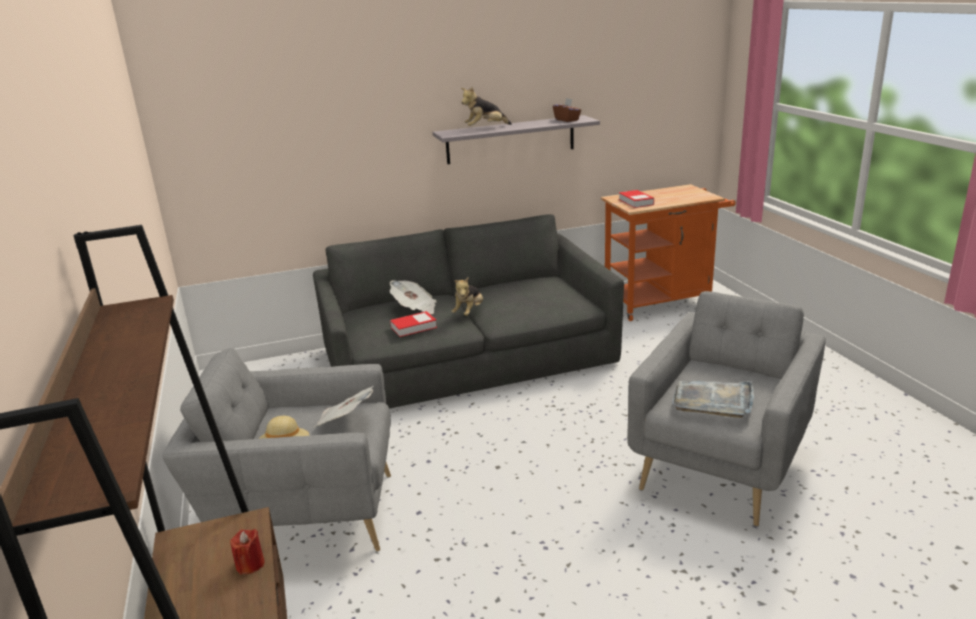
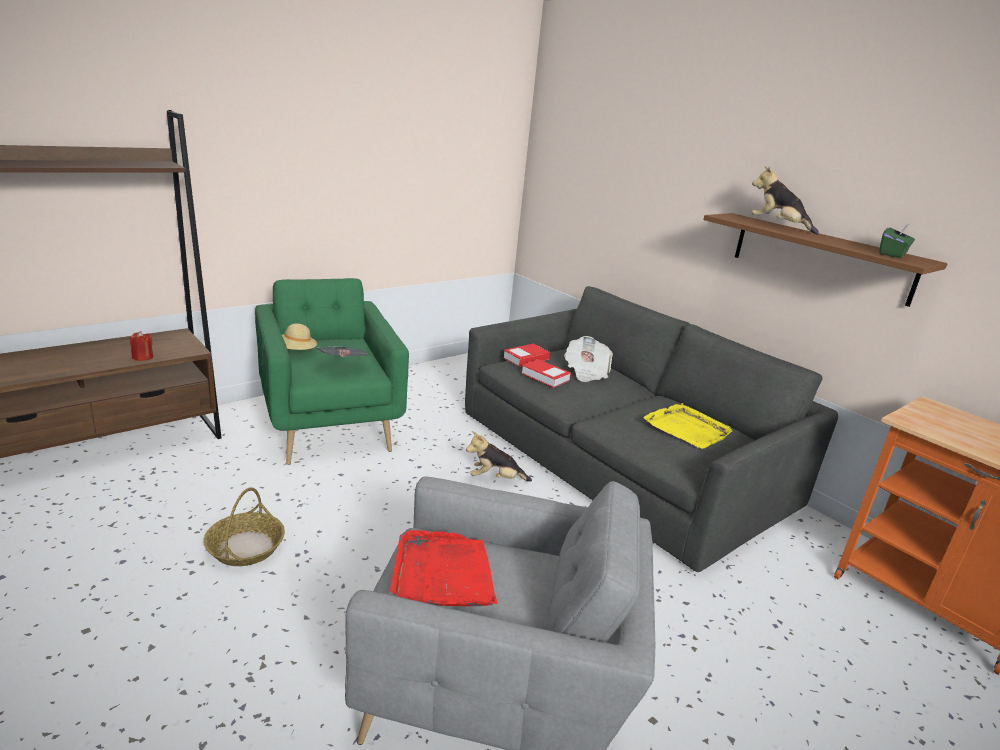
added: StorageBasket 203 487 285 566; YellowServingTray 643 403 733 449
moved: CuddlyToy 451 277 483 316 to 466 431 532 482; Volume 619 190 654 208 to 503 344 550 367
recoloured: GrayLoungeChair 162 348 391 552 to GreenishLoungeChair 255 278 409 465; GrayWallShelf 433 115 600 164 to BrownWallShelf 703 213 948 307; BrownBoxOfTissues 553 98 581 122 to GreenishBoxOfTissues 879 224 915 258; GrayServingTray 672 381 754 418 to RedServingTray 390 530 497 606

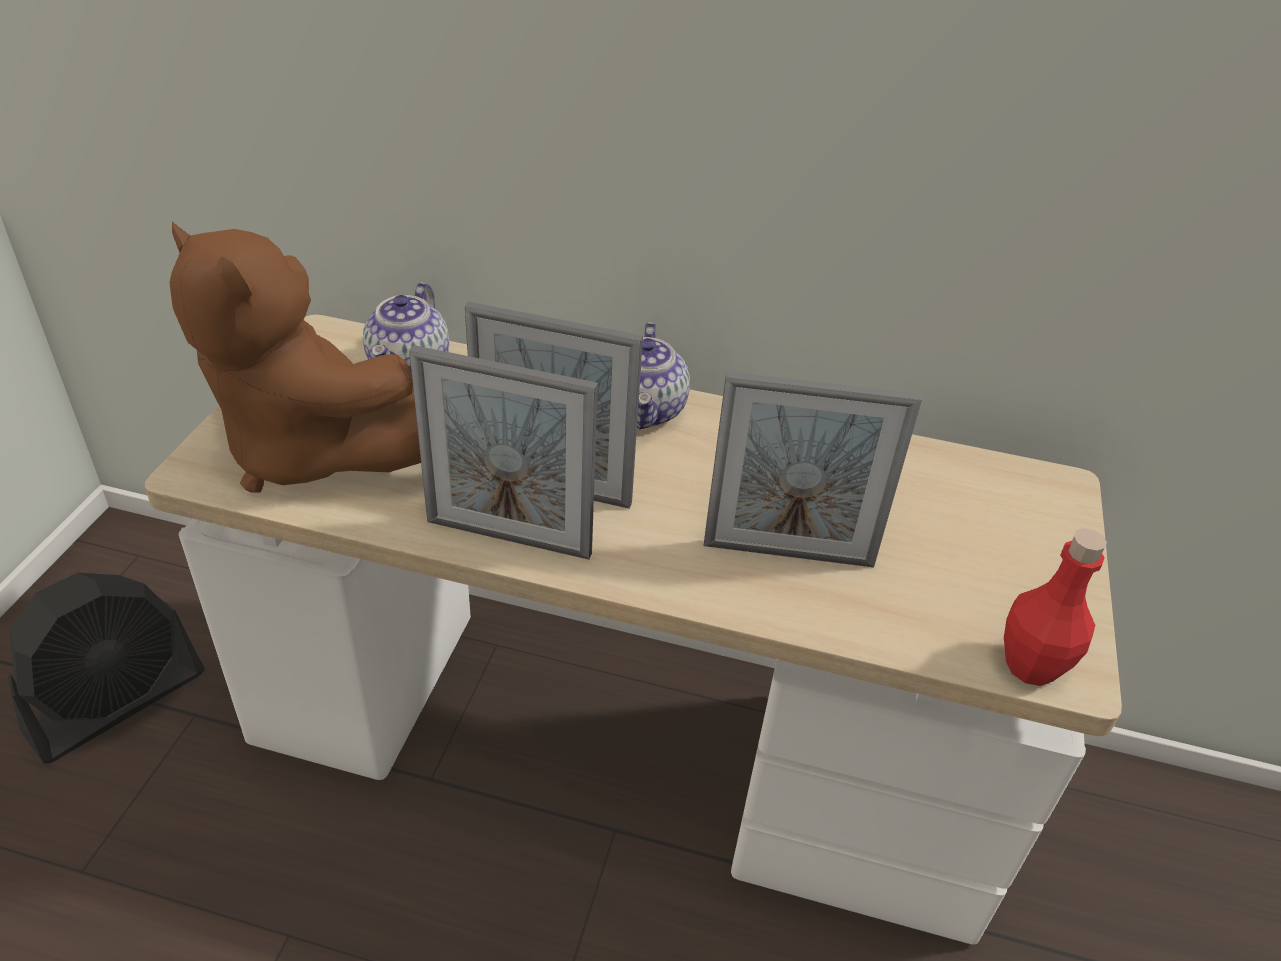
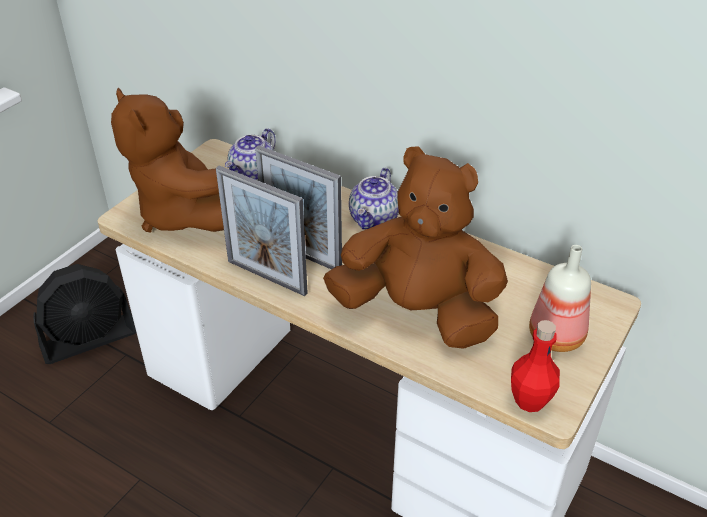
added: Bottle 529 245 591 352
replaced: PhotoFrame 704 371 922 567 to BrownCuddlyToy 323 146 508 349

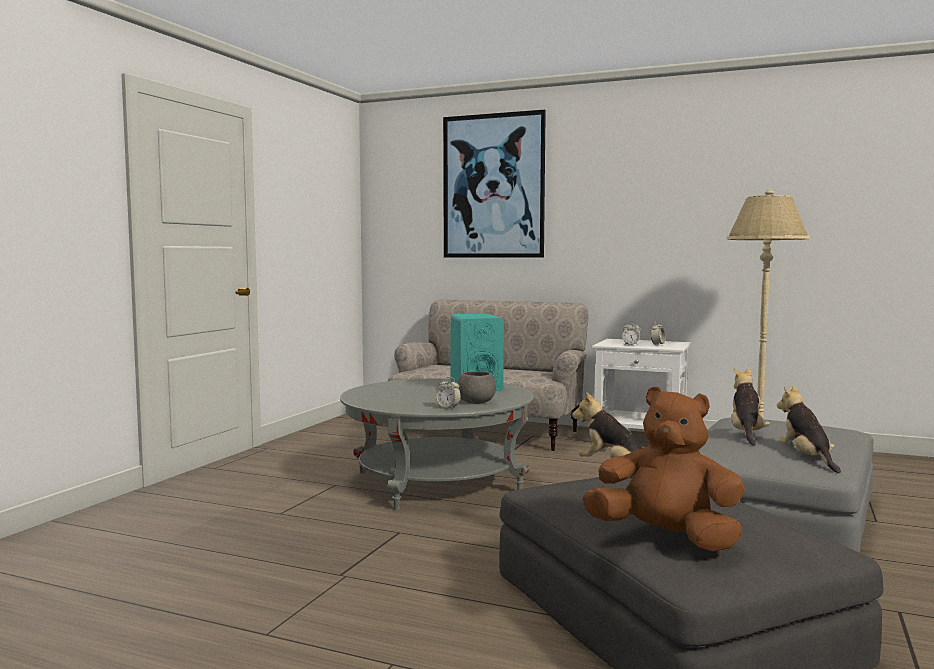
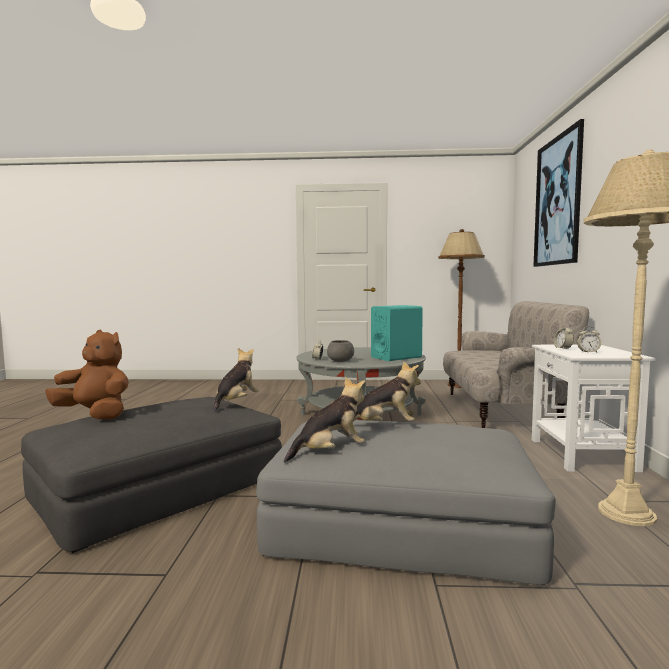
added: BrownStandardLamp 438 229 485 388
turned: BrownCuddlyToy 582 387 745 551 = 45 330 129 420 75 degrees counterclockwise

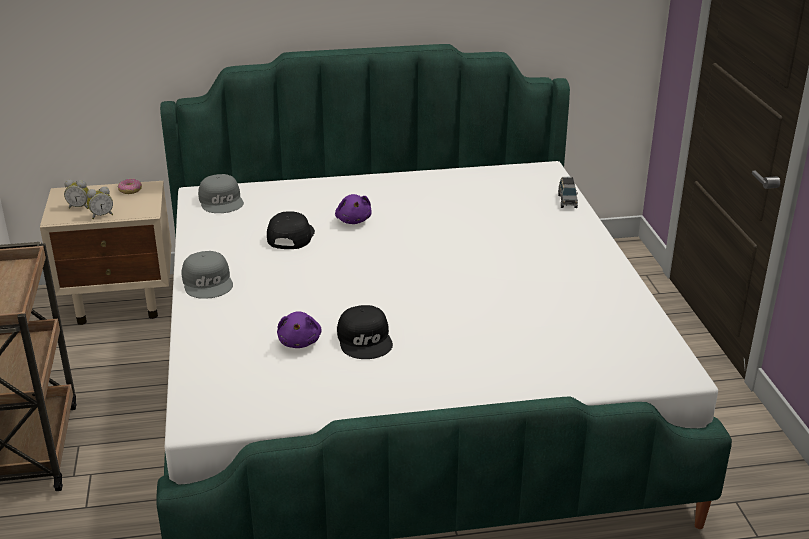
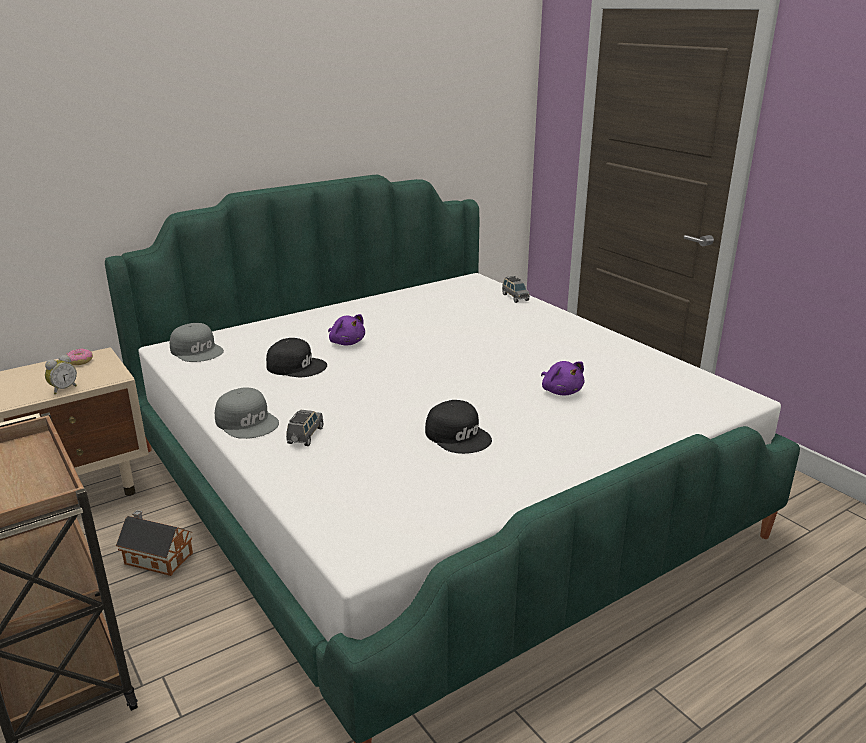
removed: AlarmClock 64 180 89 209
added: ToyHouse 116 510 193 576; GrayMiniatureCar 286 409 323 446
moved: PurpleColouredCuddlyToy 277 311 322 348 to 541 361 585 395
turned: BlackBaseballCap 267 211 315 249 = 266 338 327 377 120 degrees clockwise

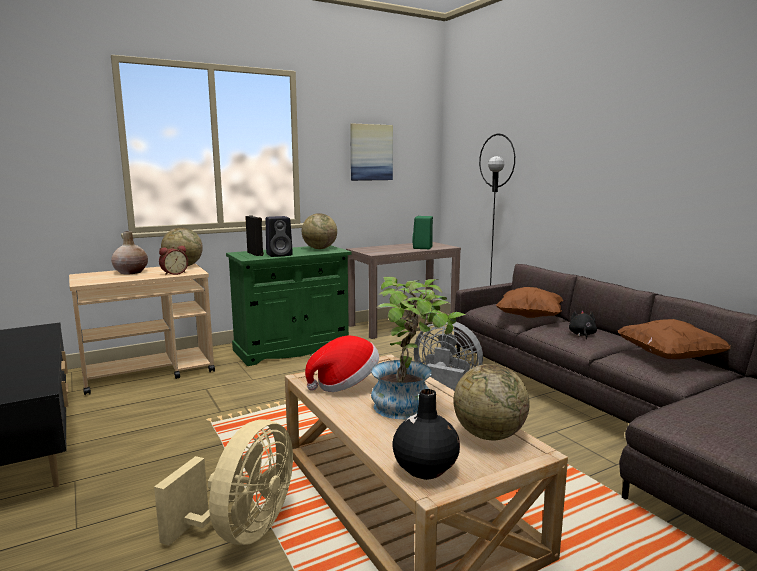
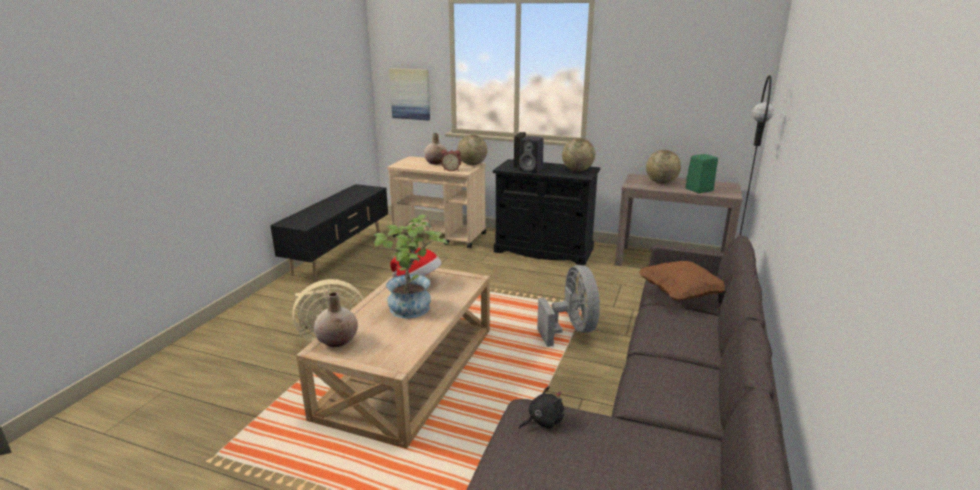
removed: BrownCushion 618 319 730 359
moved: WallArt 350 123 393 181 to 389 68 430 121; WorldGlobe 453 364 530 440 to 646 150 681 184; BlackCuddlyToy 569 311 597 339 to 519 386 564 429
recoloured: GreenishCabinet 226 245 352 366 to BlackCabinet 493 159 600 266; BlackVase 392 389 460 480 to BeigeColouredVase 314 292 358 347

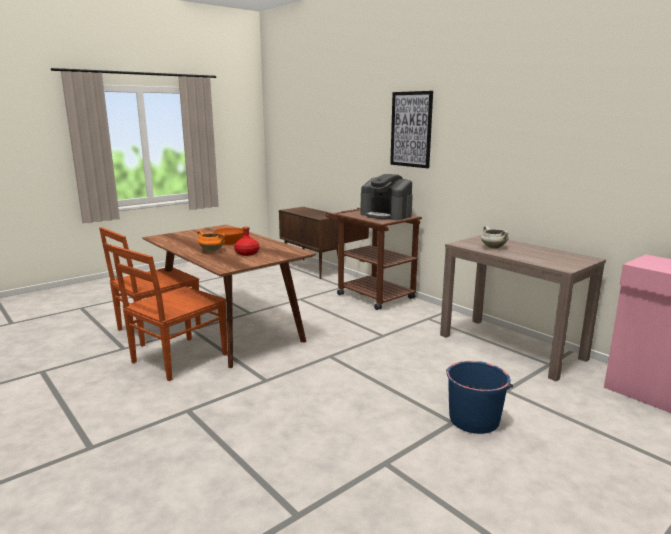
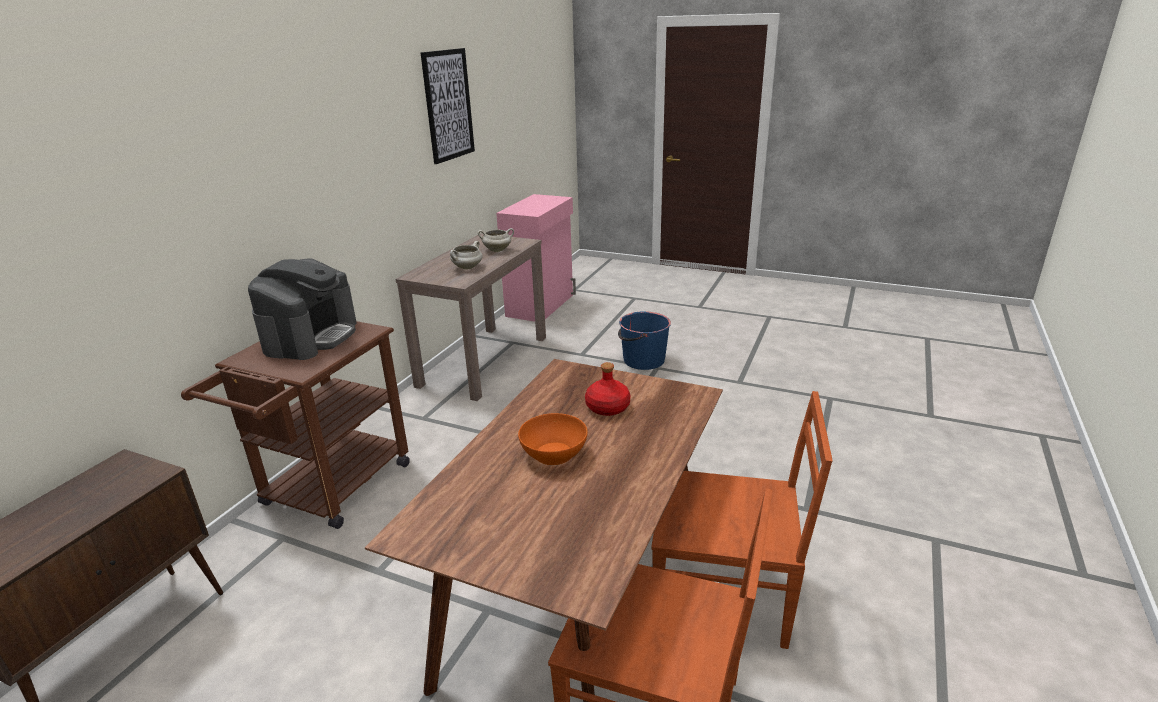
removed: OrangeColouredStockpot 197 231 225 252
added: WhiteStockpot 478 228 514 252
moved: WallArt 390 91 433 168 to 421 48 475 164

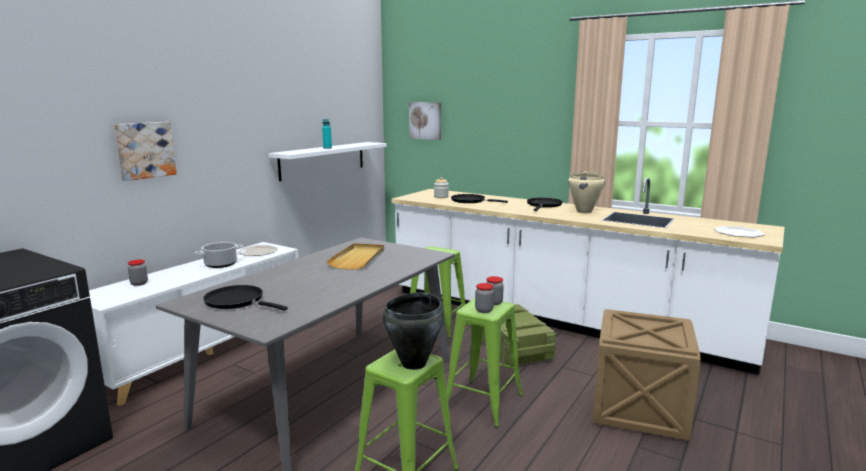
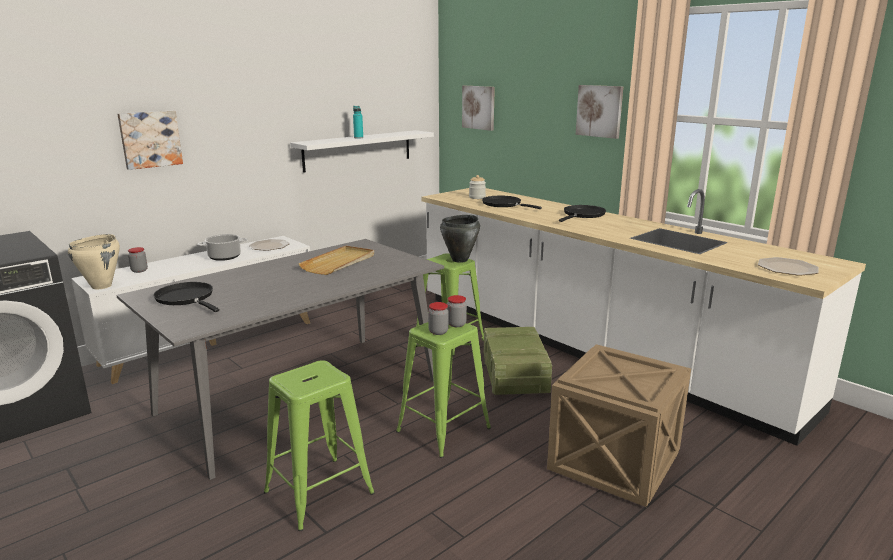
added: WallArt 576 85 623 139
moved: BlackStockpot 383 292 444 370 to 440 215 480 263; BeigeColouredStockpot 568 171 605 213 to 68 234 120 289

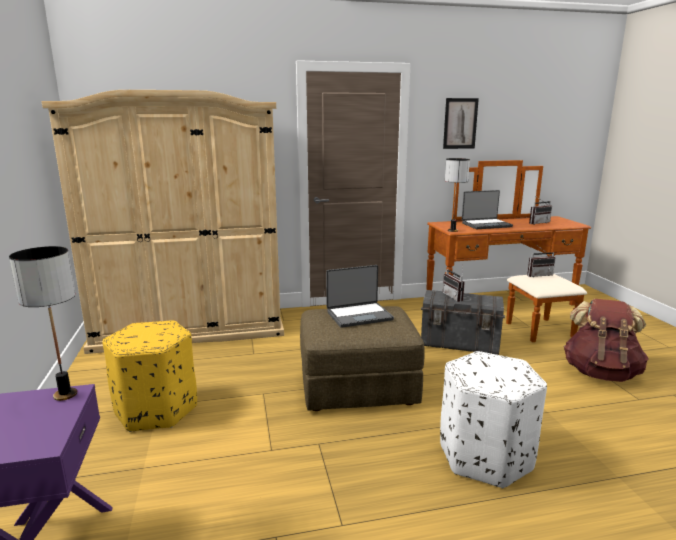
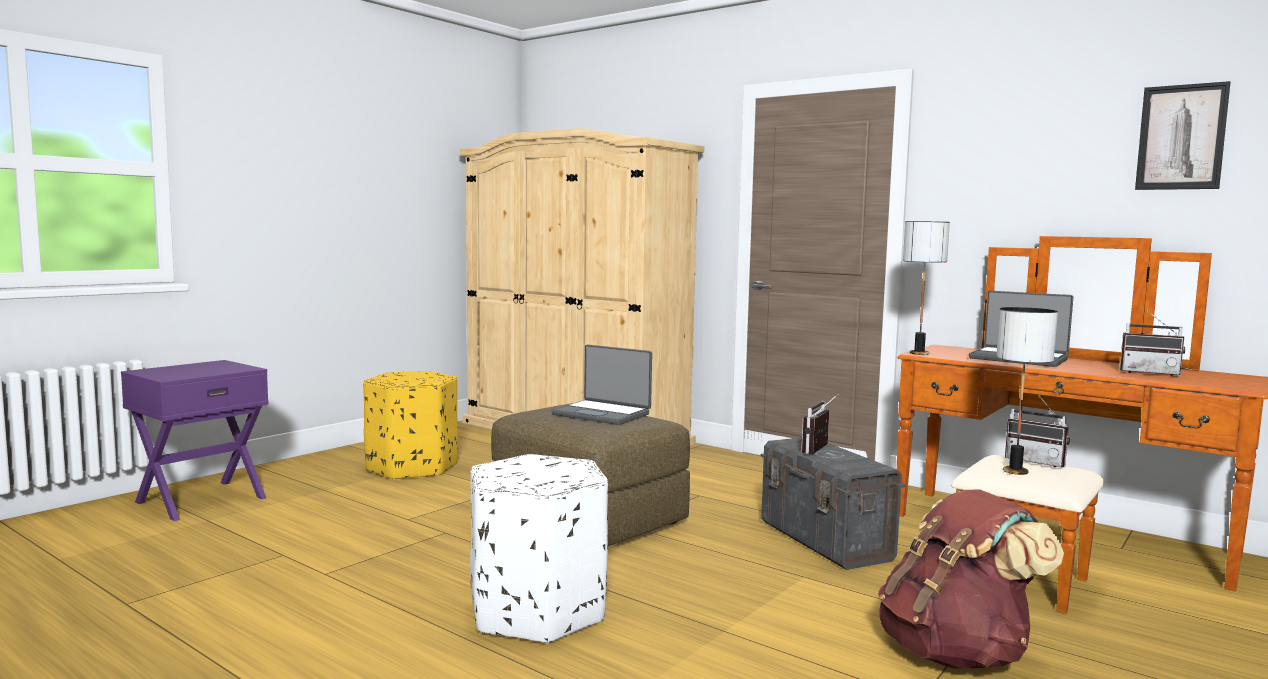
moved: TabletopLamp 9 246 77 401 to 996 307 1058 475; WallArt 443 98 479 149 to 1135 81 1230 190

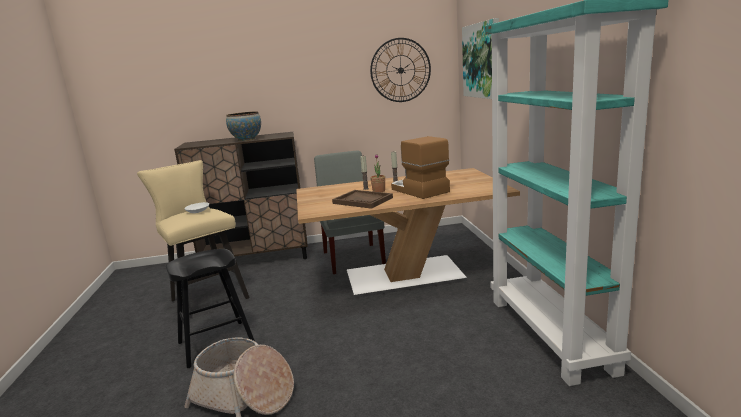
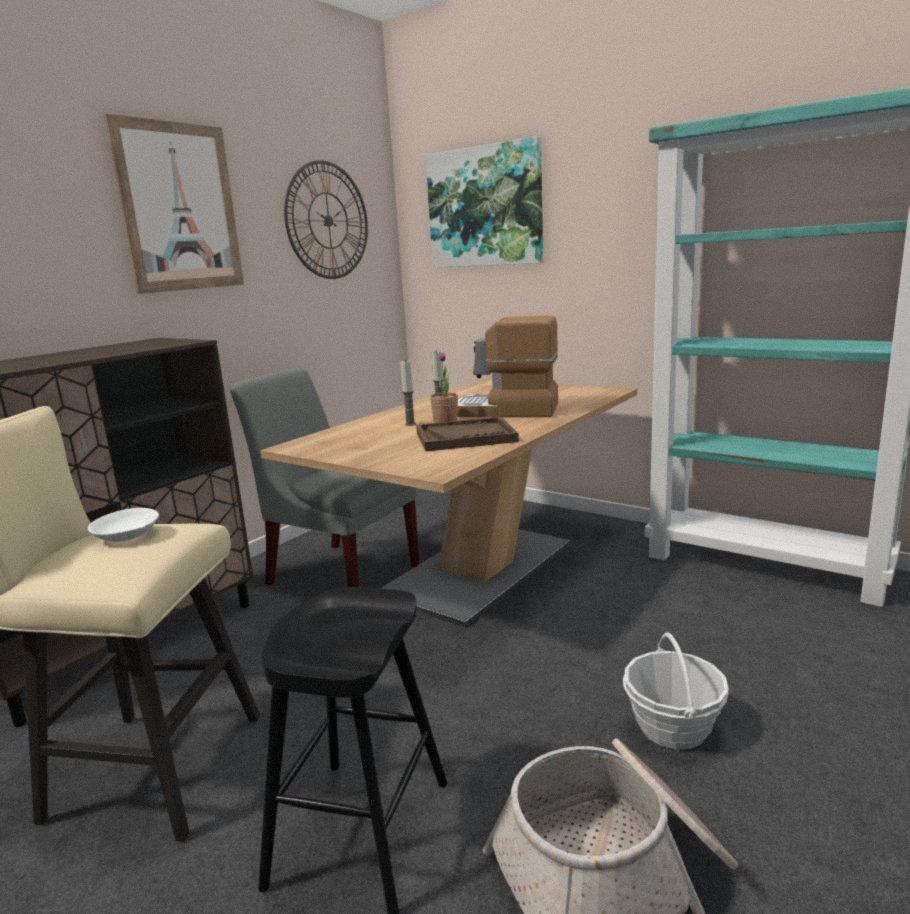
removed: DeepDish 226 112 261 141
added: WallArt 104 114 244 294; StorageBasket 623 632 729 750

